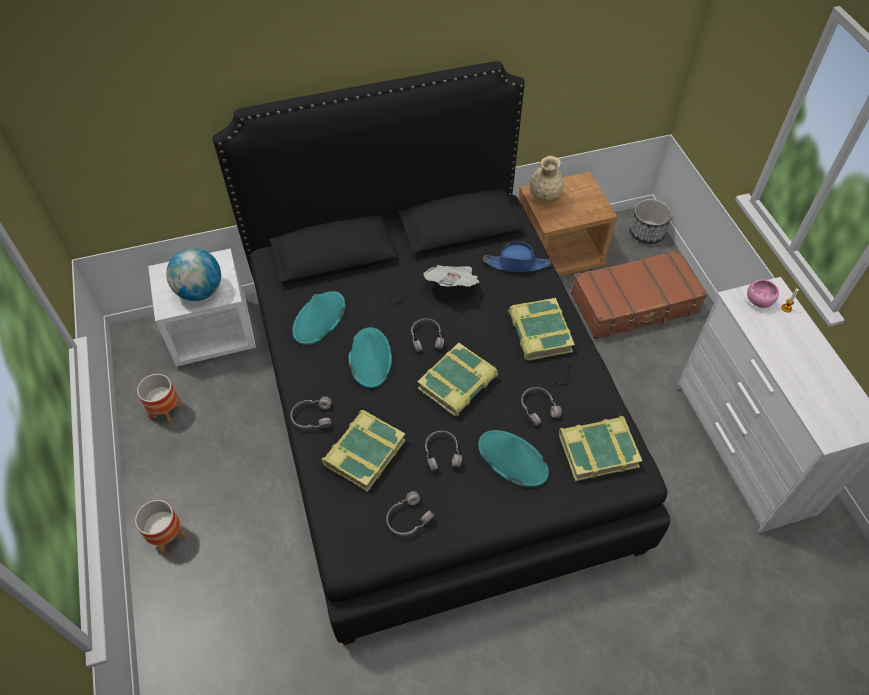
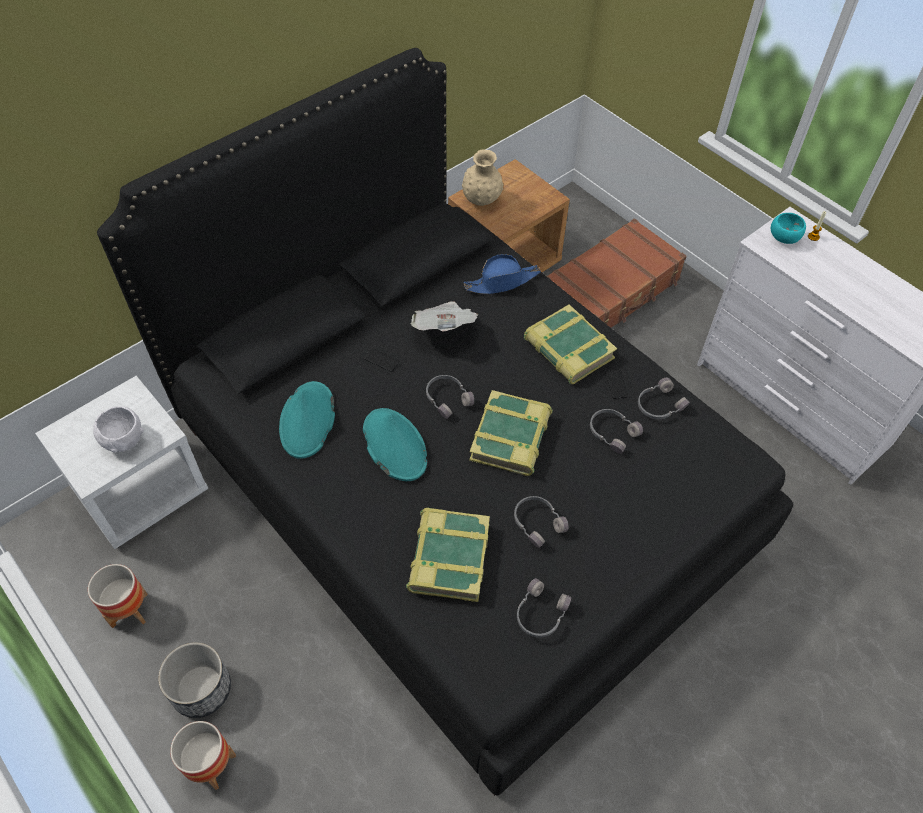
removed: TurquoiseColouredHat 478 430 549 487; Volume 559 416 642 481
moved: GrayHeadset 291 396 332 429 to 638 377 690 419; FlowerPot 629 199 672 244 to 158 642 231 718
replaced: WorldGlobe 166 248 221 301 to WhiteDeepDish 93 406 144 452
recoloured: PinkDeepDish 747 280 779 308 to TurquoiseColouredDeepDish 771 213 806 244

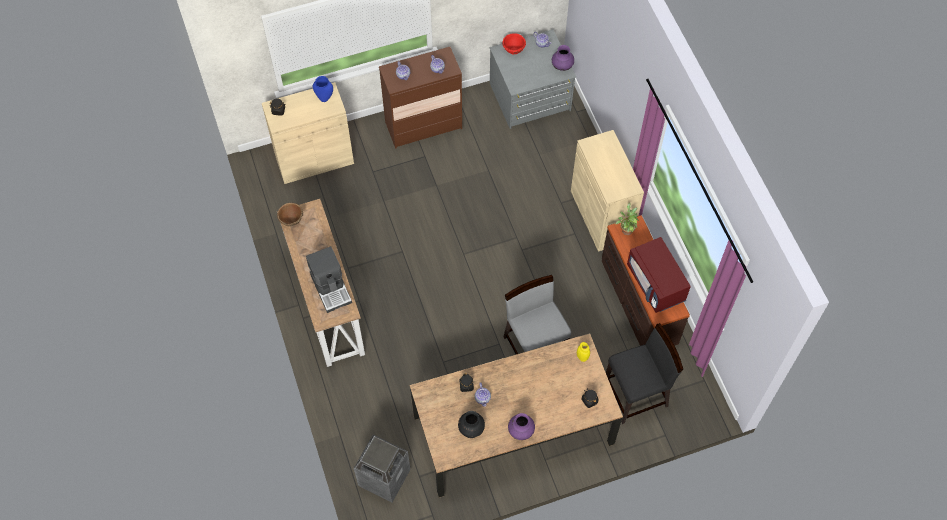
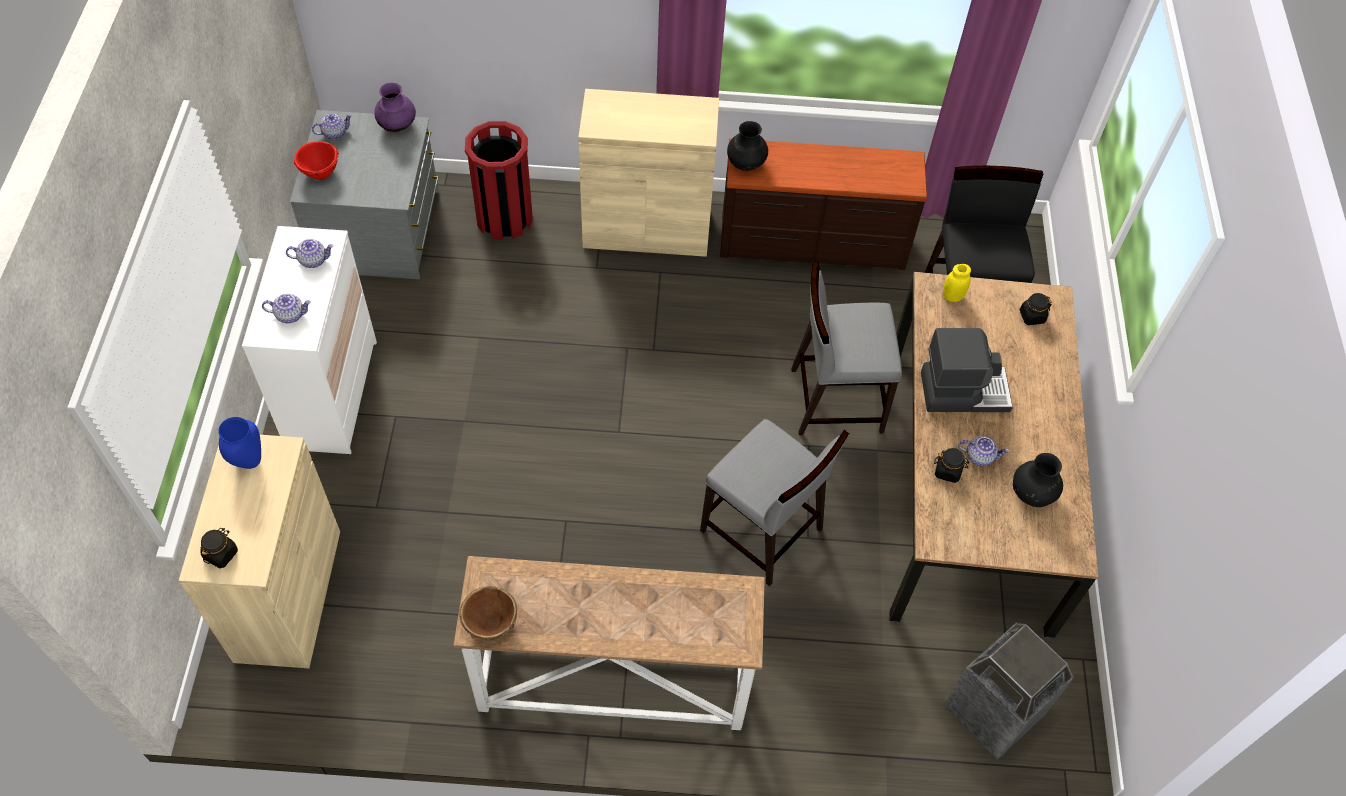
removed: PurpleColouredVase 508 413 535 440; RedMicrowaveOven 627 237 691 313
added: RedRubbishBin 465 121 533 240; GrayUprightChair 700 419 849 586
moved: CoffeeMachine 306 246 352 313 to 921 328 1013 412
replaced: Houseplant 616 203 639 235 to BlackVase 727 121 768 171
recoloured: BrownDrawerChest 379 47 462 149 to WhiteDrawerChest 242 226 377 454

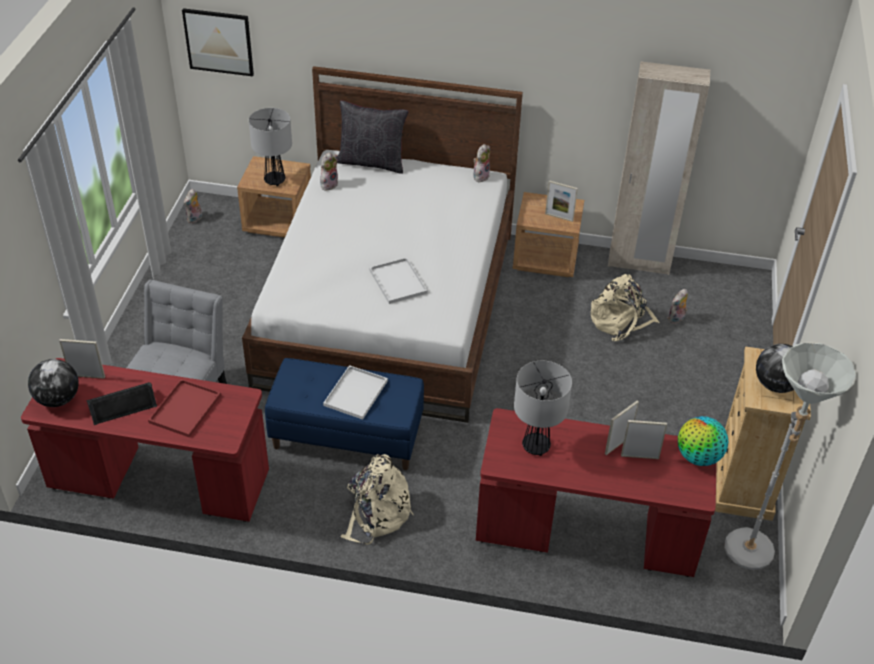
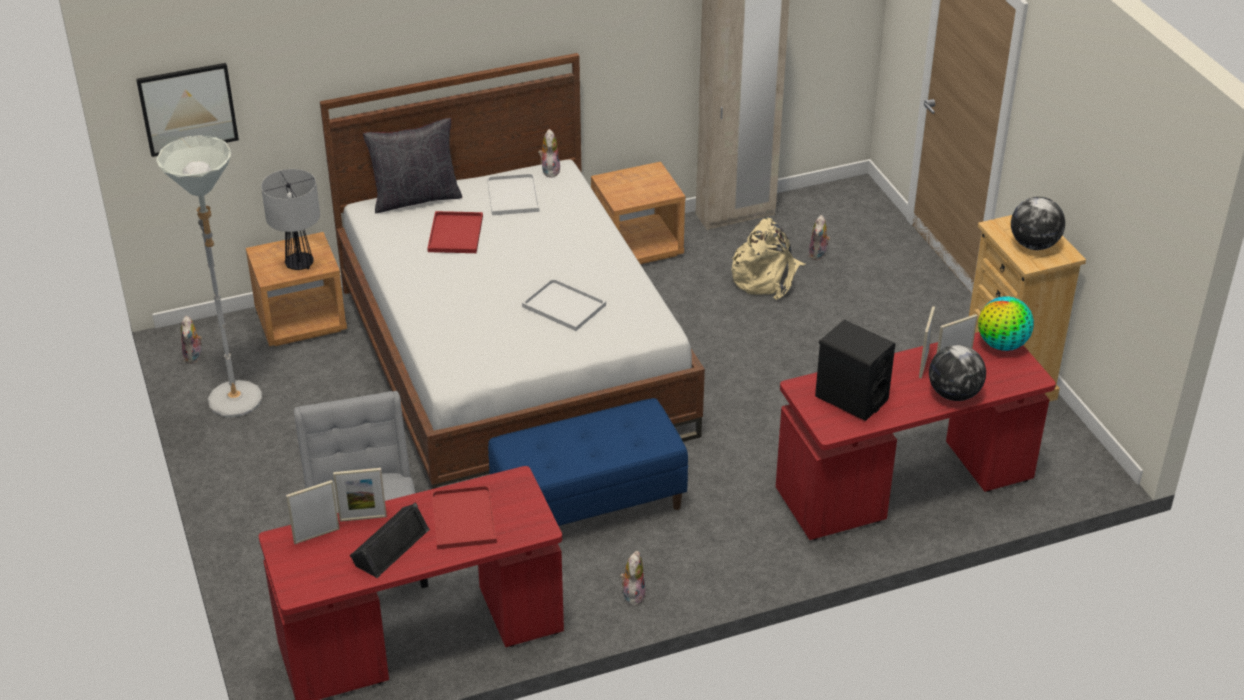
removed: BeigeColouredKnapsack 340 454 413 545
added: RedServingTray 427 211 483 253
moved: WorldGlobe 28 359 79 407 to 929 345 986 401; CuddlyToy 320 152 338 190 to 620 551 646 606; WhiteServingTray 323 365 388 420 to 487 173 539 215; PhotoFrame 545 180 578 222 to 333 468 387 522; GrayStandardLamp 724 342 856 570 to 156 135 262 417
replaced: TabletopLamp 514 360 572 456 to BlackAudioSpeaker 815 320 895 421

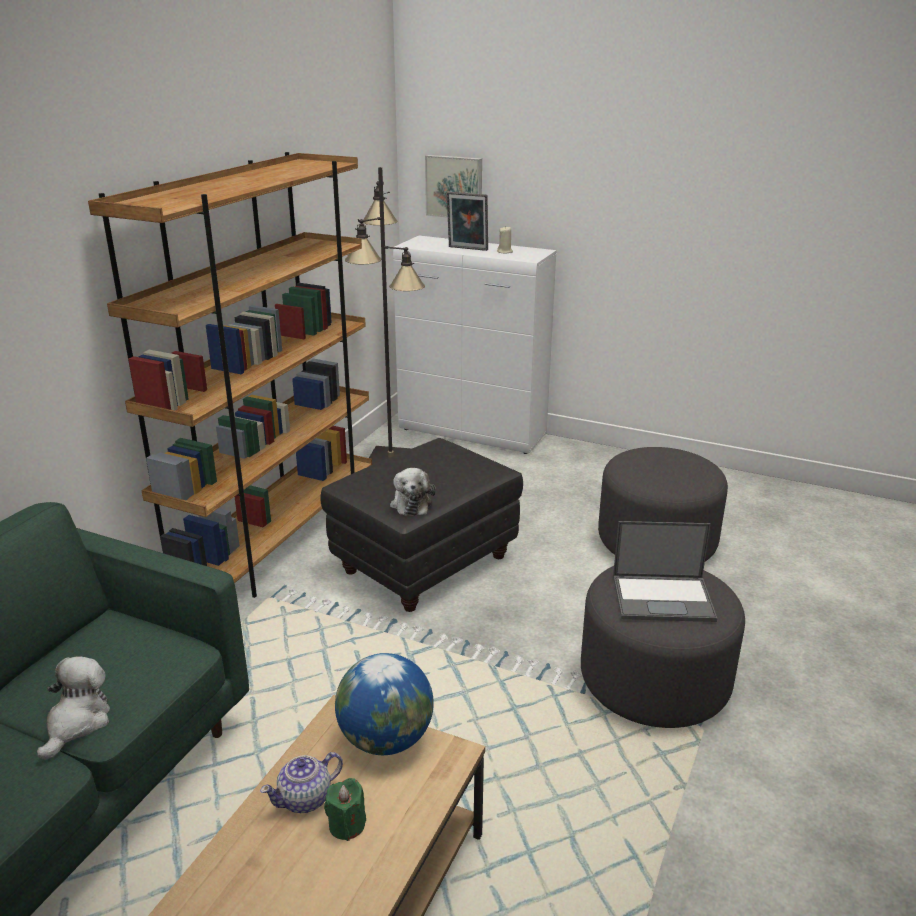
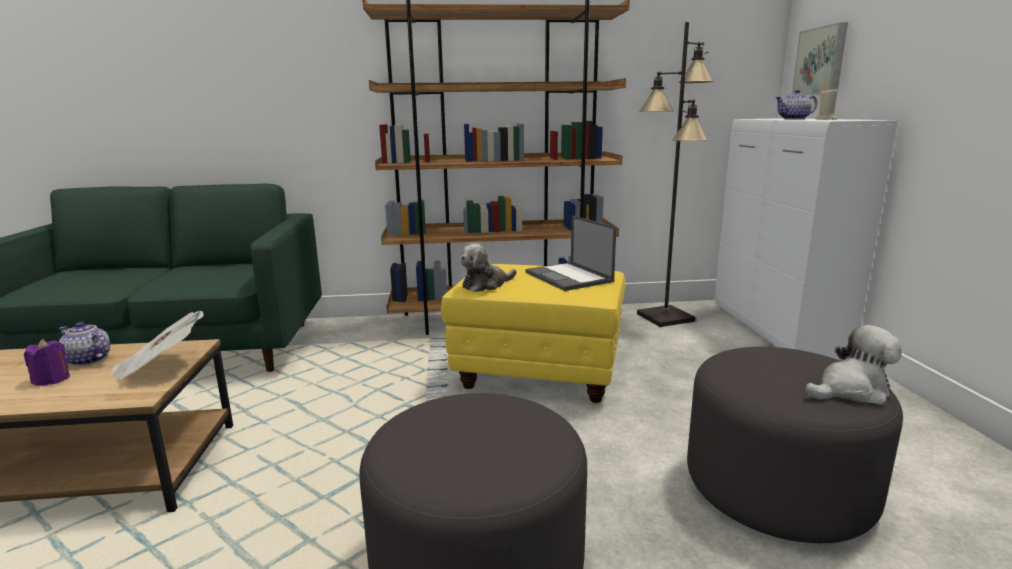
moved: CuddlyToy 37 656 110 760 to 805 325 902 405; Laptop 613 521 717 622 to 526 215 617 291
replaced: WorldGlobe 335 653 434 755 to PrintedPaper 110 311 204 382; PhotoFrame 447 192 488 251 to TeaPot 775 90 817 119
recoloured: BlackOttoman 320 438 523 612 to YellowOttoman 441 264 625 403; GreenishWaxCandle 324 778 366 841 to PurpleColouredWaxCandle 24 339 70 386

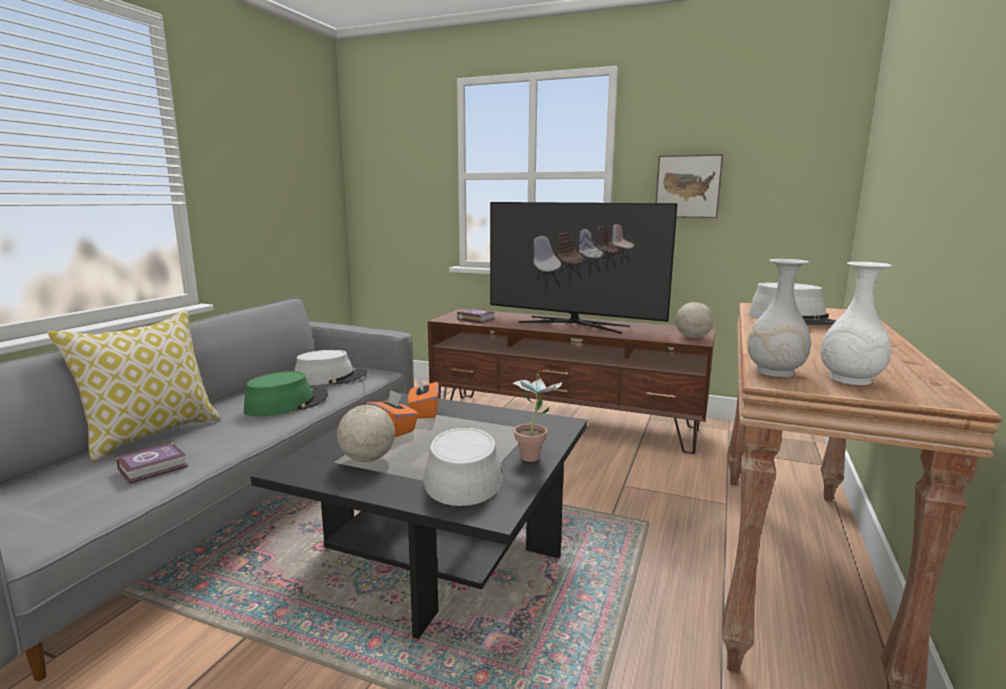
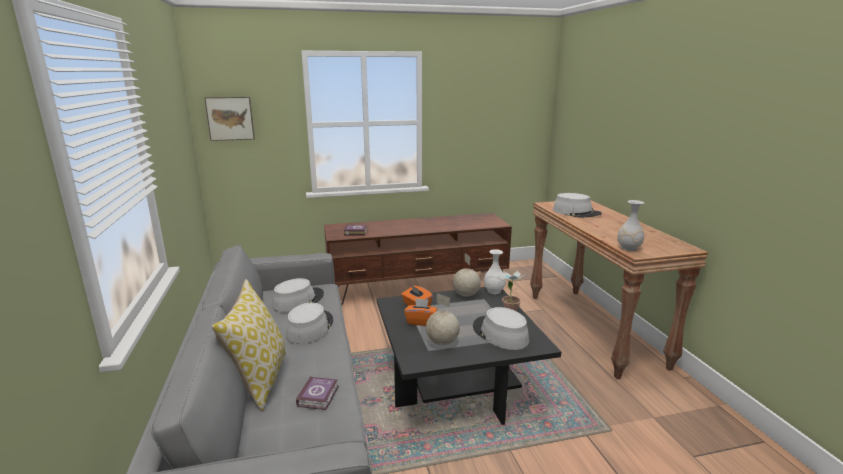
removed: Television 490 202 677 334
moved: WallArt 656 154 723 218 to 204 97 255 141; WorldGlobe 675 281 714 338 to 453 253 481 297; WhiteVase 821 262 892 385 to 484 249 506 294
recoloured: GreenishHat 244 371 328 416 to GrayHat 286 303 333 344

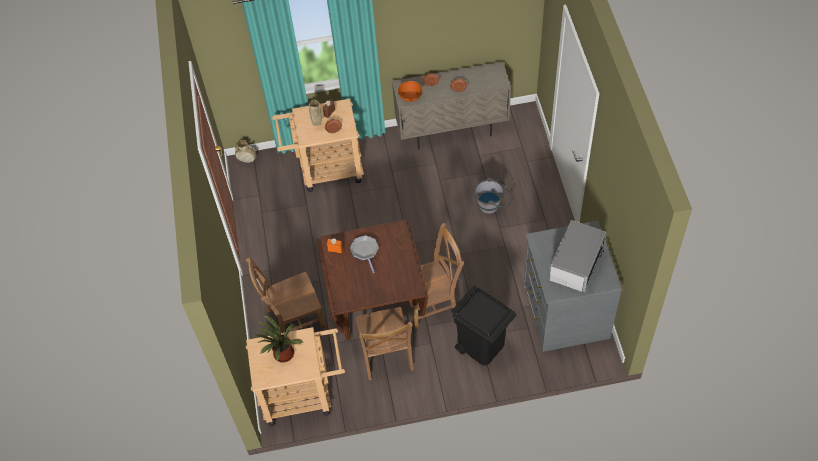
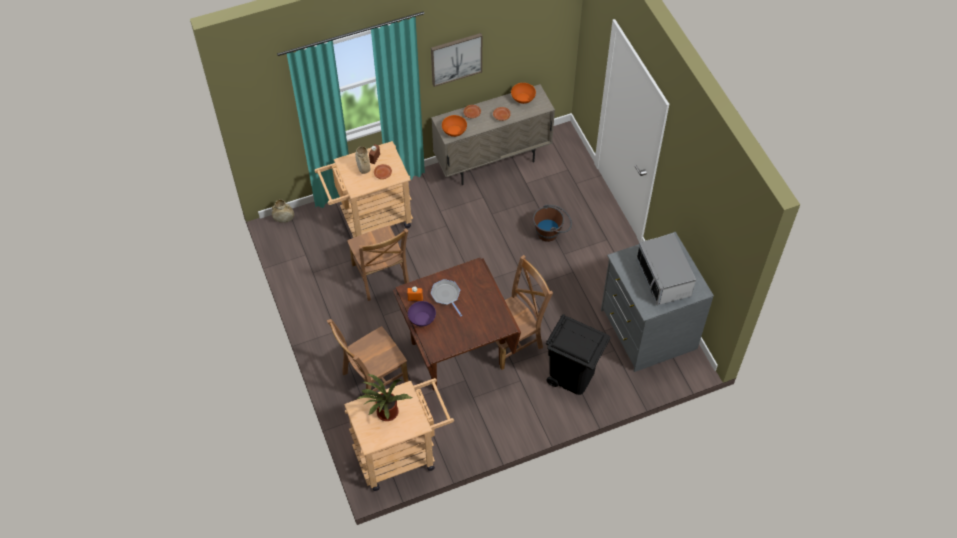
added: PurpleColouredDeepDish 408 301 436 326; WallArt 431 33 482 87; OrangeColouredDeepDish 511 83 536 104
moved: BrownUprightChair 355 307 414 380 to 347 225 409 301
recoloured: GrayWaterBucket 474 178 512 214 to BrownWaterBucket 533 204 572 242
turned: MicrowaveOven 549 220 606 293 = 636 233 696 305 150 degrees clockwise

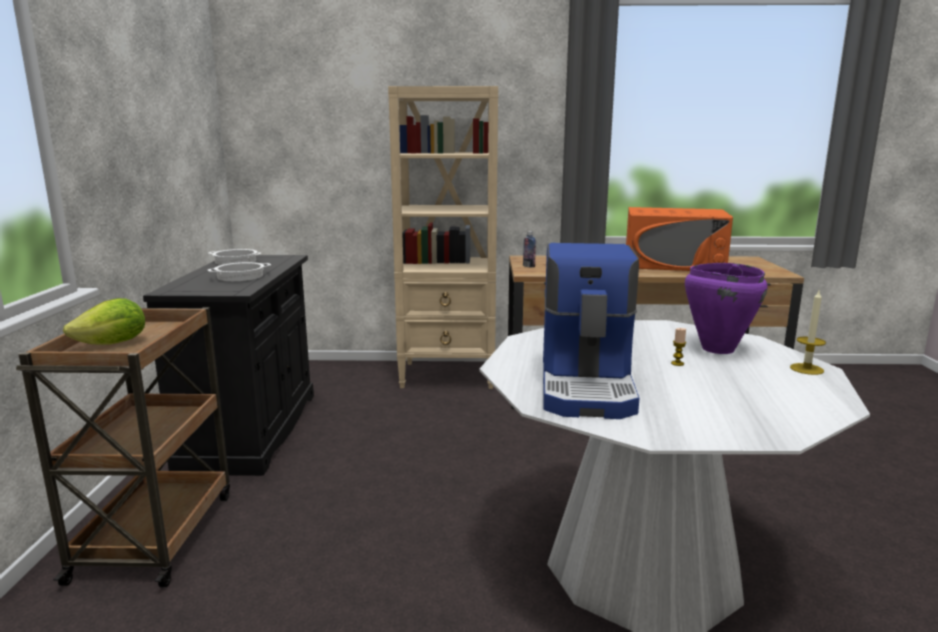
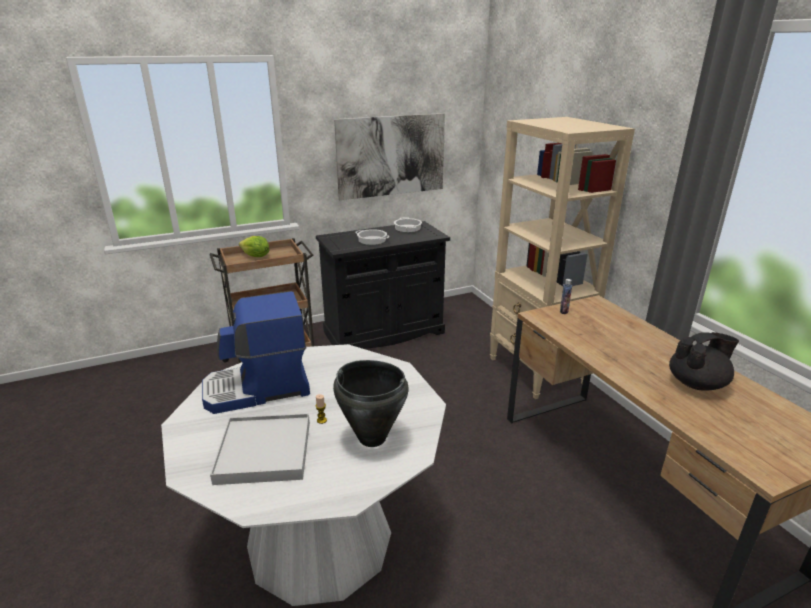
removed: WaxCandle 790 291 826 375
added: WhiteServingTray 210 414 310 485; WallArt 334 113 445 200
replaced: OrangeColouredMicrowaveOven 626 207 733 271 to BlackTeaPot 669 332 739 391
recoloured: PurpleColouredStockpot 685 263 767 354 to BlackStockpot 333 360 409 447

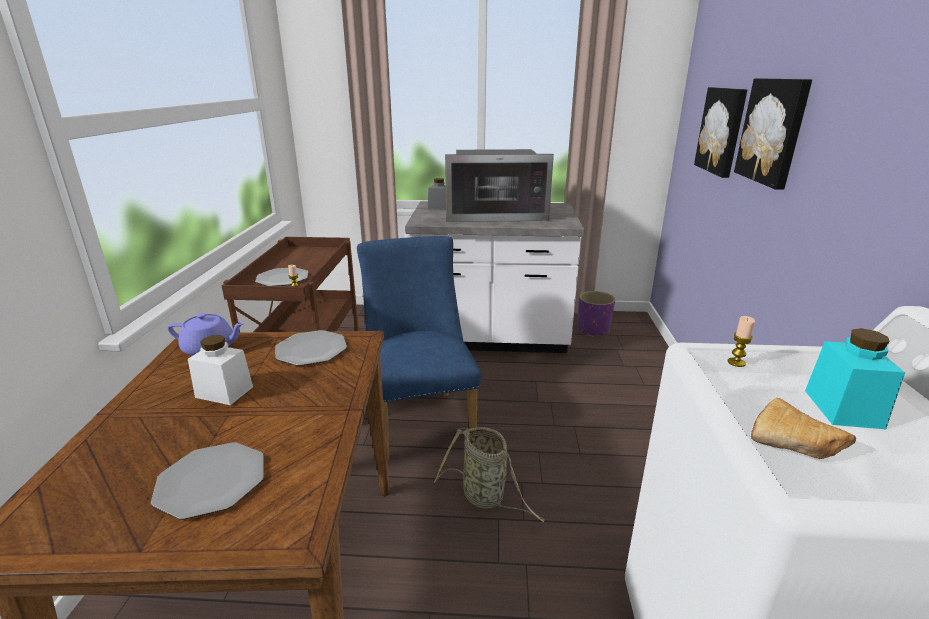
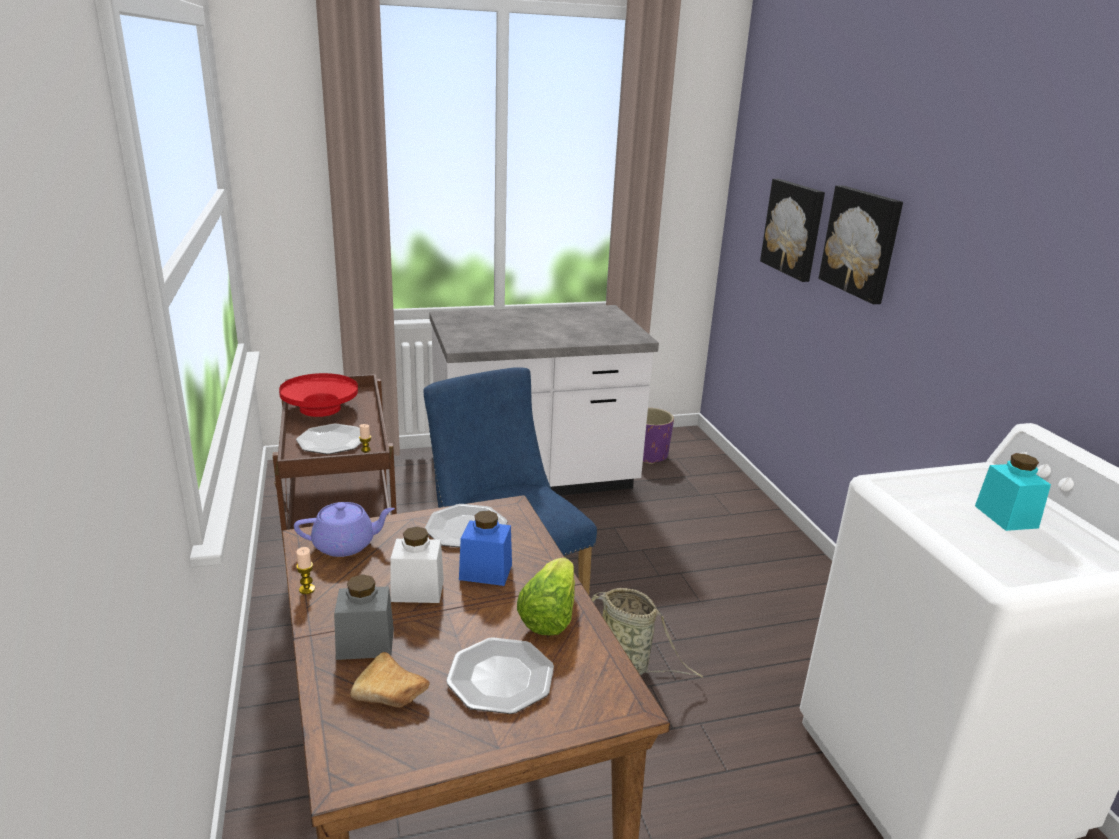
removed: MicrowaveOven 445 149 554 222
added: RedDeepDish 279 373 358 417; BluishPreserveJar 459 511 512 586; Lettuce 517 558 575 636
moved: GrayPreserveJar 428 178 446 210 to 334 574 394 660; WaxCandle 728 316 755 367 to 296 547 315 594; Bread 751 398 856 459 to 350 652 429 708

